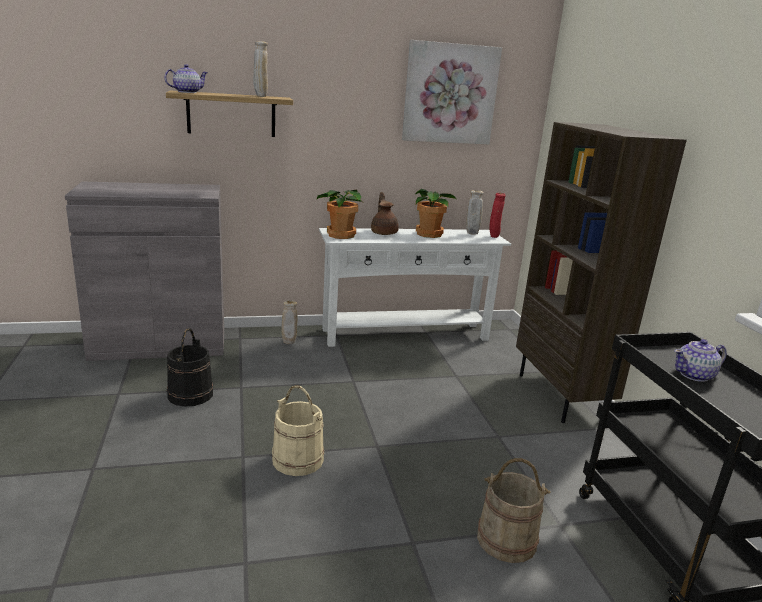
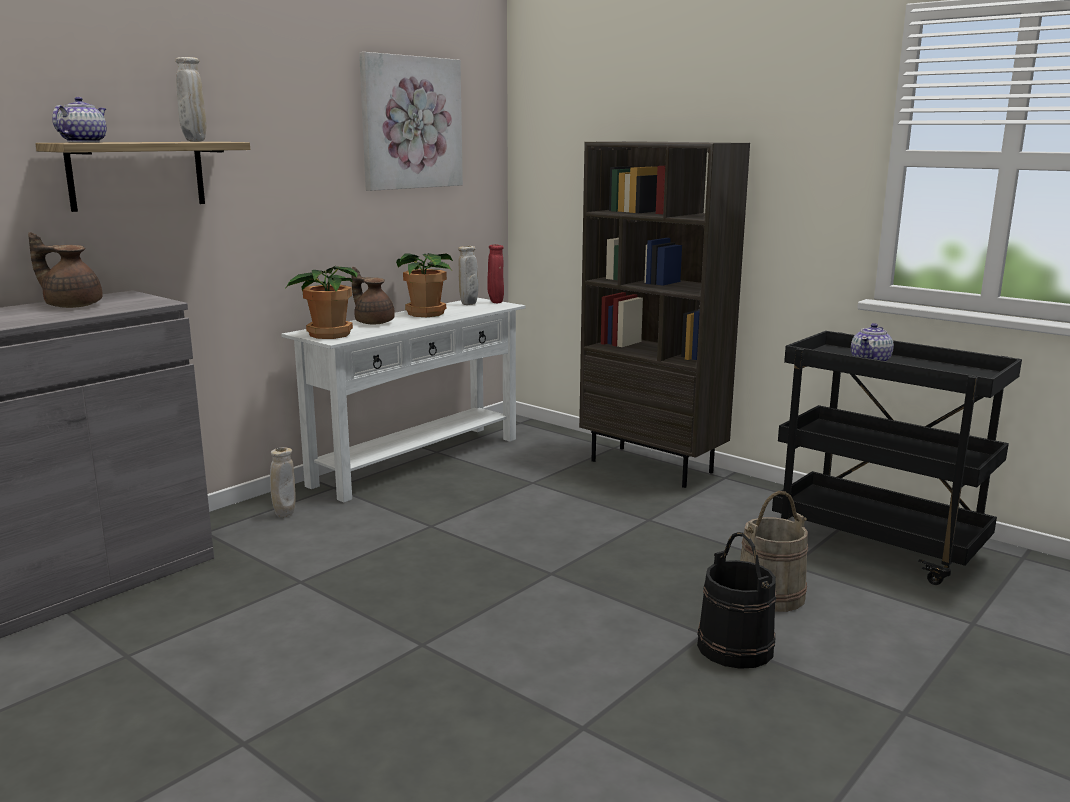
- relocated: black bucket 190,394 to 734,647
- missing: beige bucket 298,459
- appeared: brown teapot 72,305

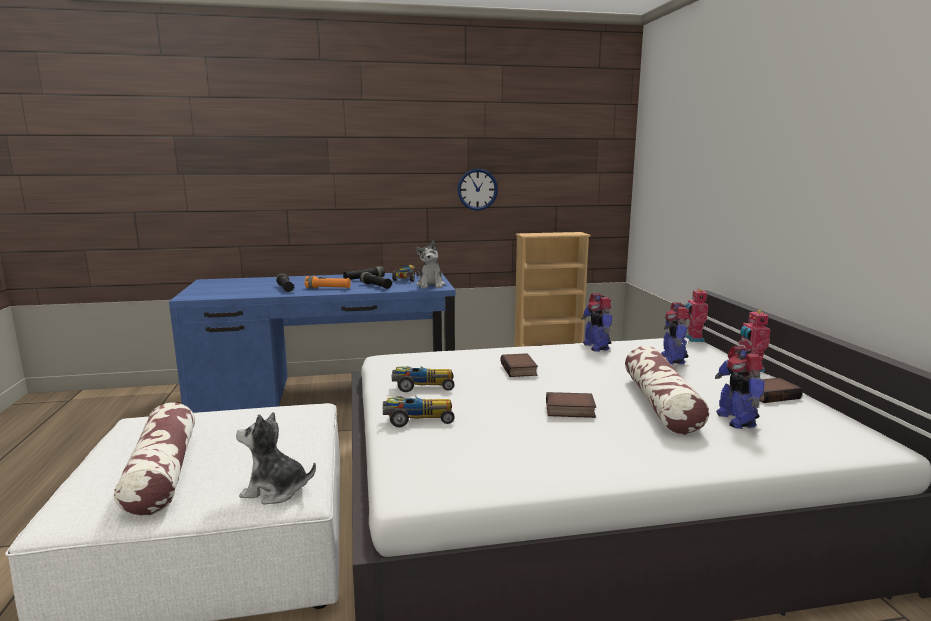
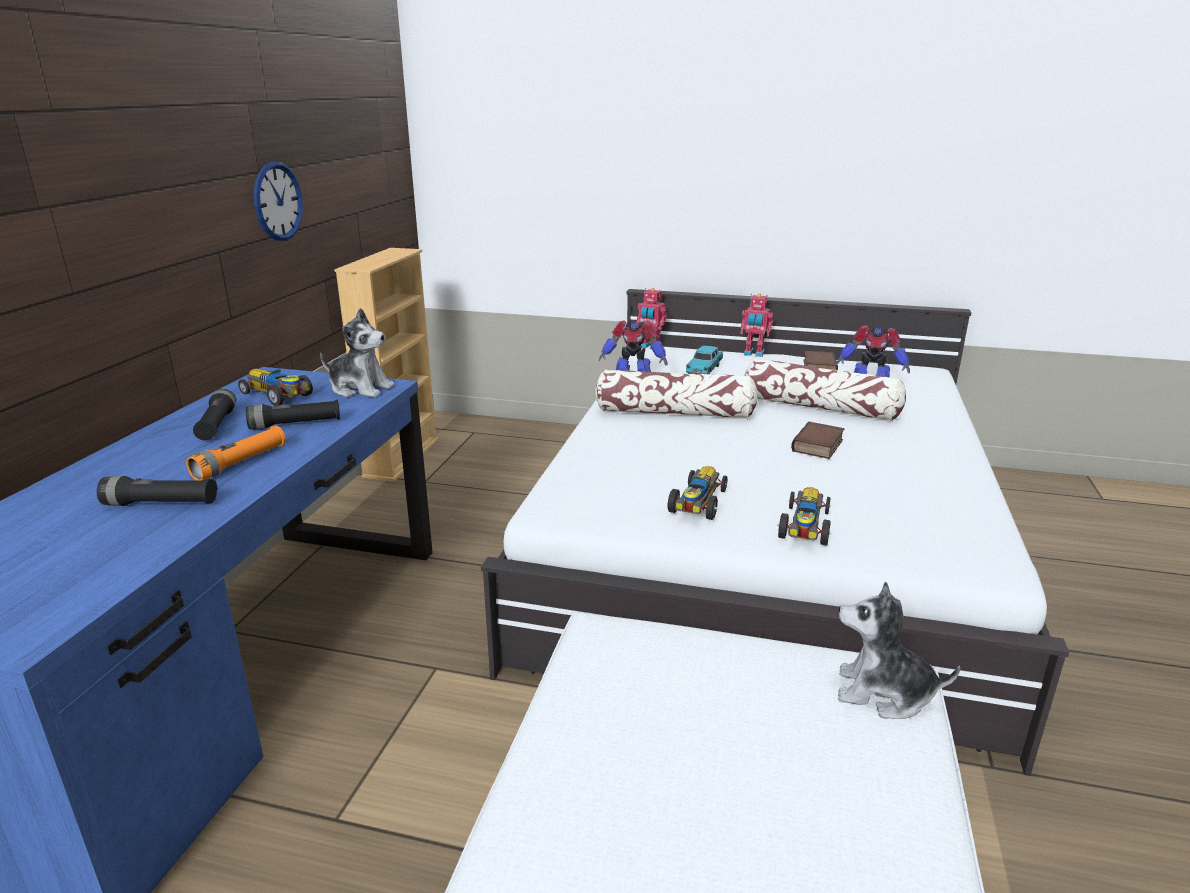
- relocated: pillow 162,473 to 675,413
- spun: plush toy 275,490 = 883,693 75 degrees clockwise
- missing: book 520,369
- exchanged: toy robot 673,359 to turquoise toy car 704,370

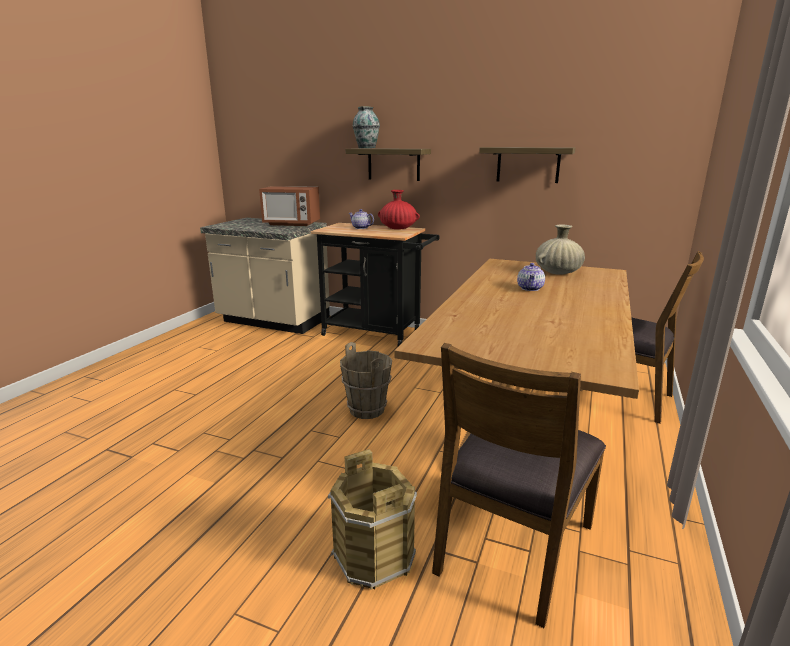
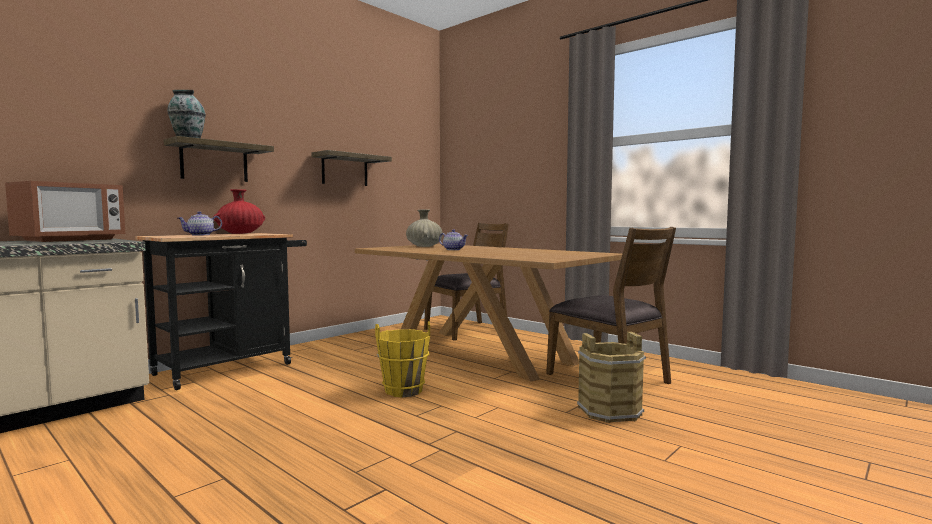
- colour: brown bucket 367,410 to yellow bucket 403,390

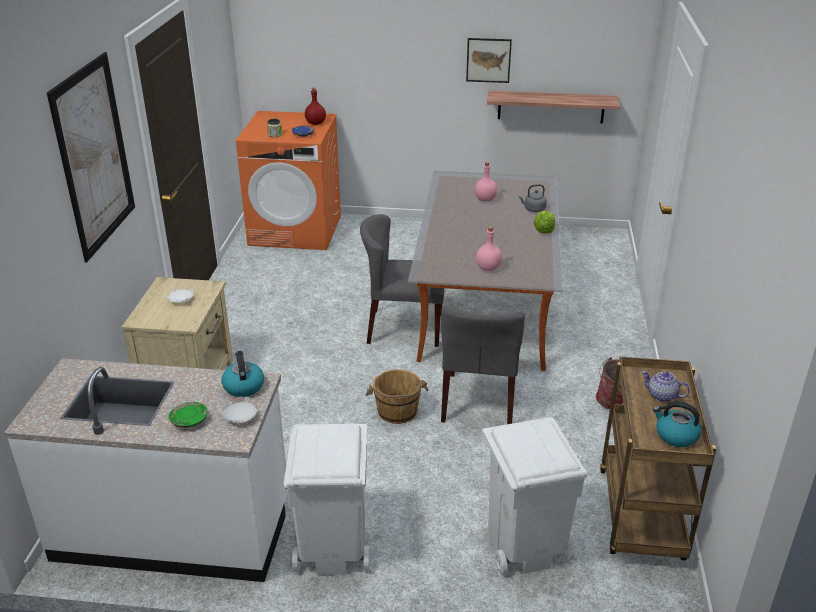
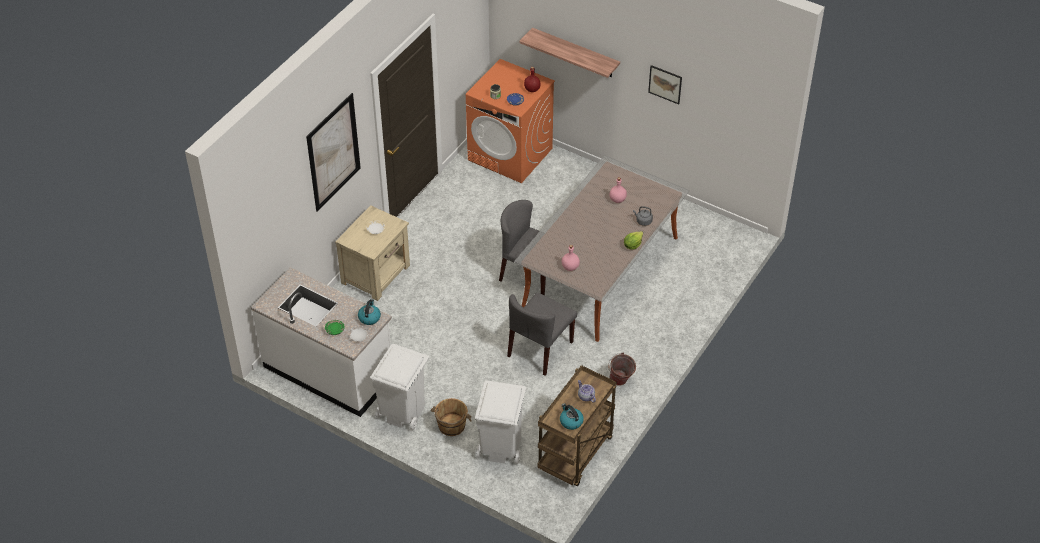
- relocated: brown bucket 397,412 to 451,426
- relocated: shelf 551,107 to 575,53

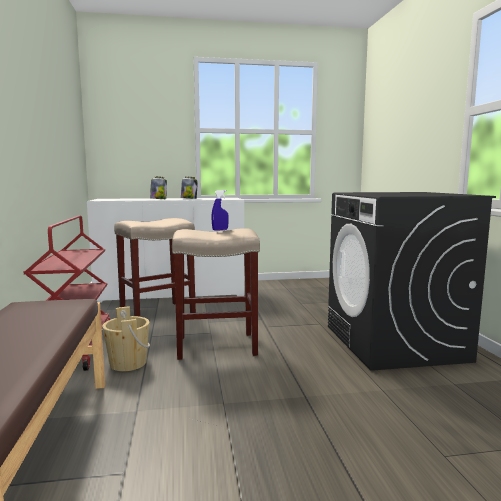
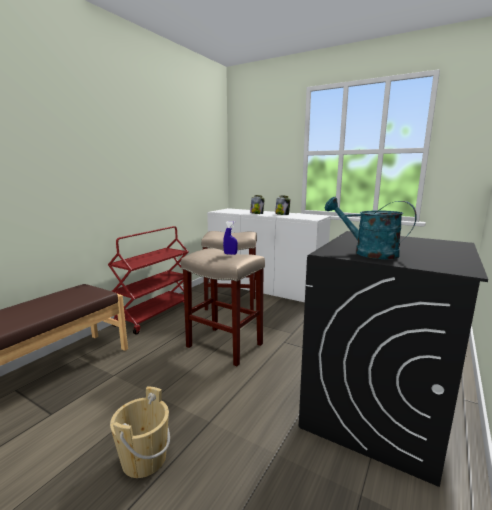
- relocated: beige bucket 128,363 to 144,458
- appeared: turquoise watering can 367,252

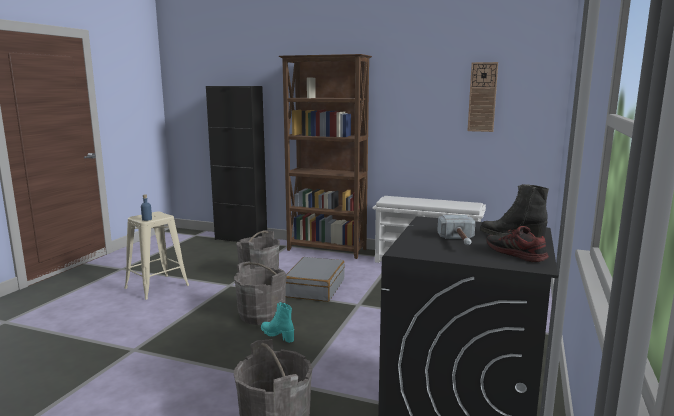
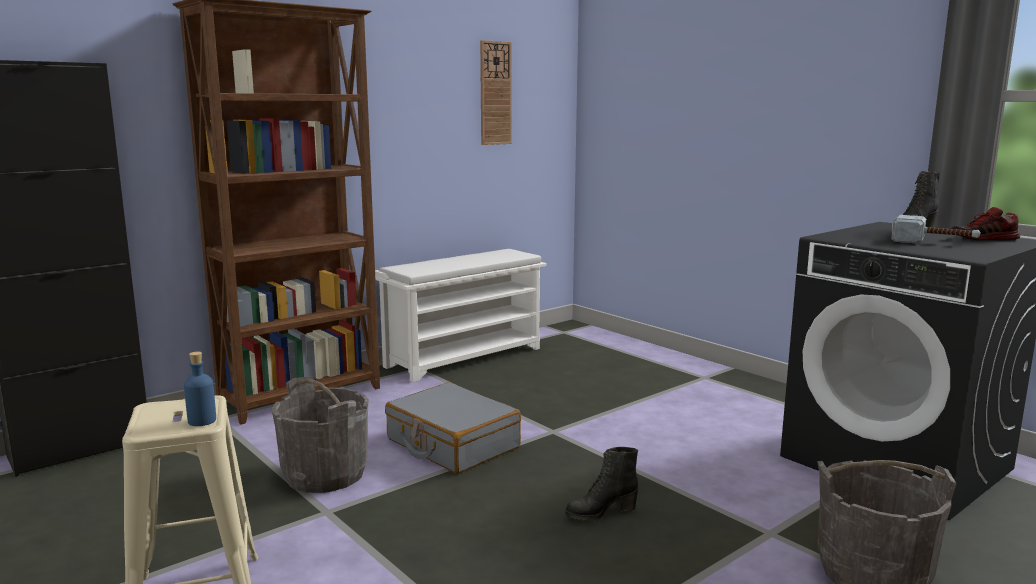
- missing: grey bucket 261,315
- colour: turquoise boot 277,335 to black boot 600,513

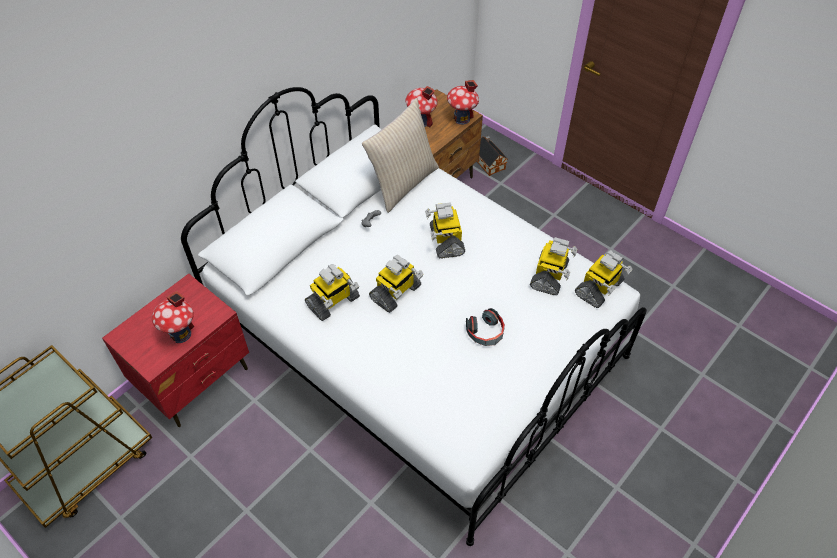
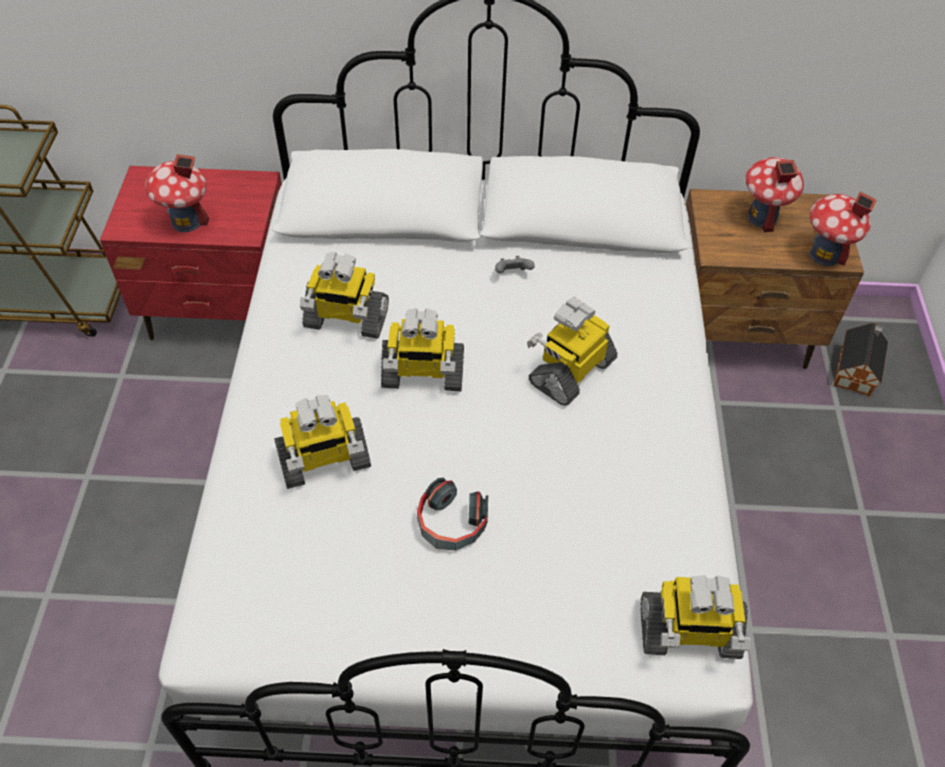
- missing: beige pillow 402,183
- relocated: toy robot 550,276 to 323,461

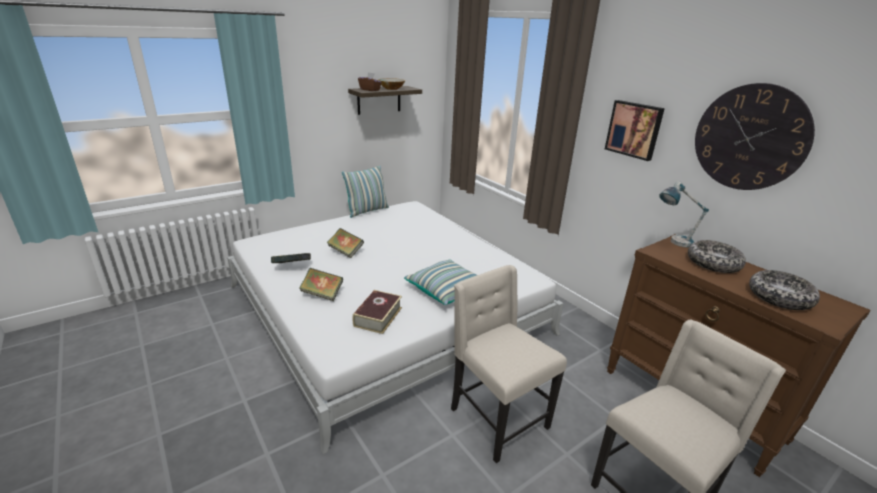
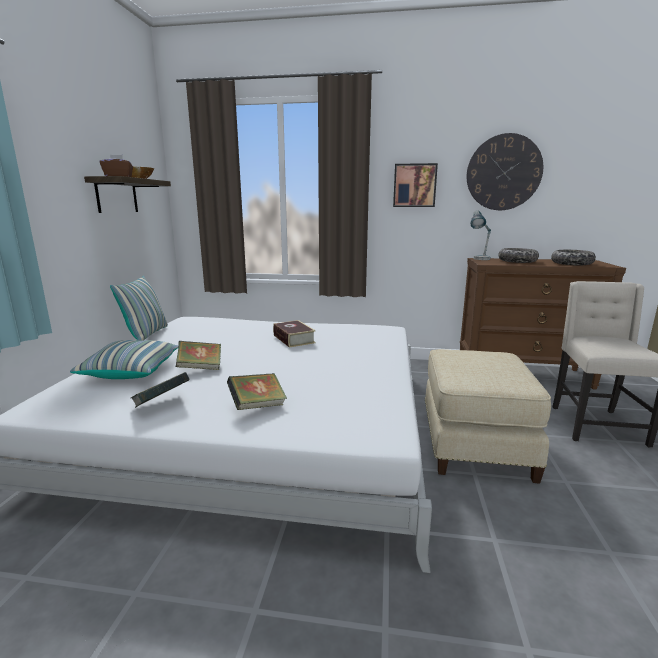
- relocated: book 378,316 to 293,339
- relocated: pillow 446,290 to 132,371
- exchanged: beige chair 496,418 to beige ottoman 473,443

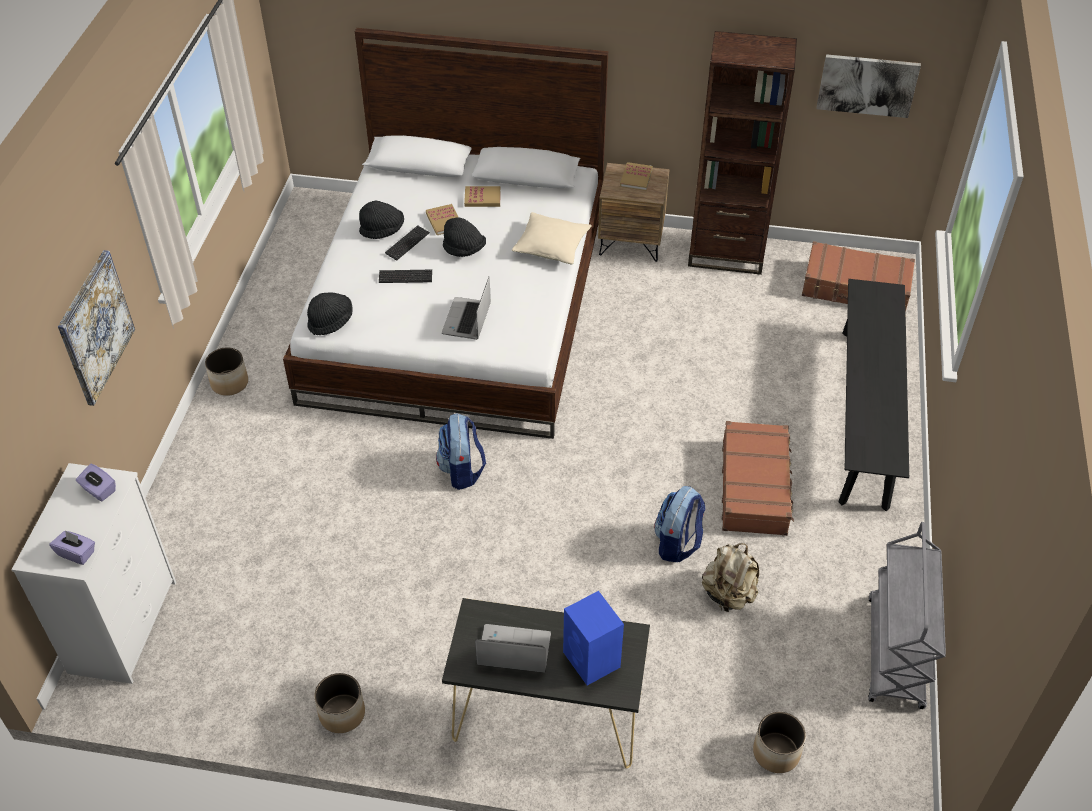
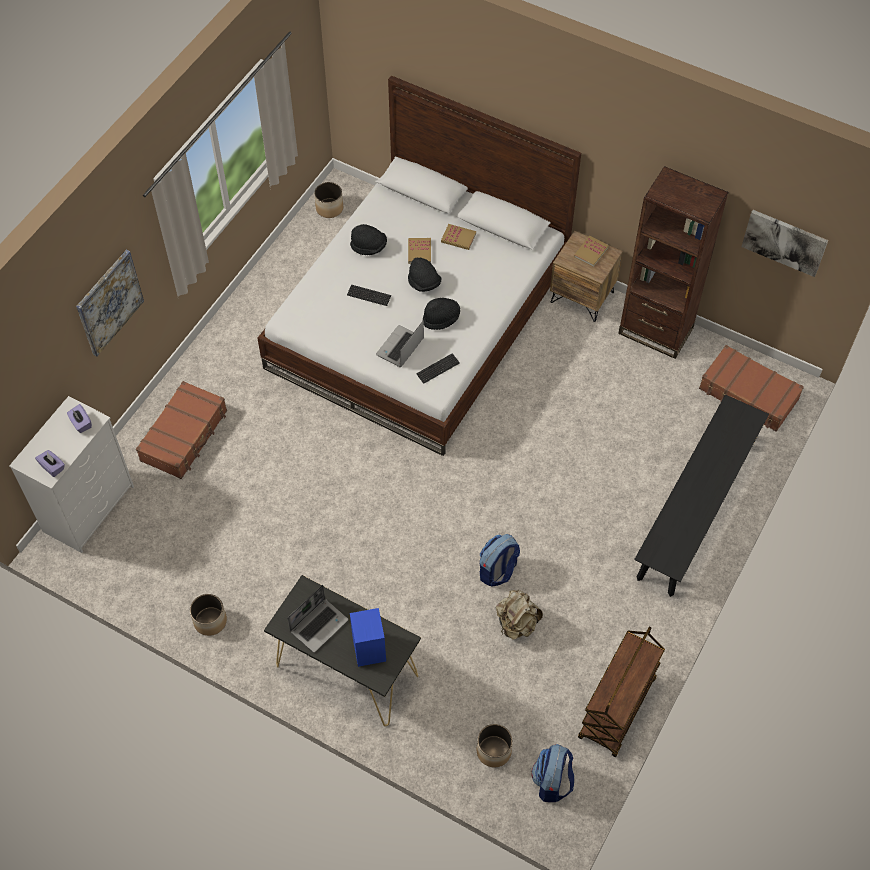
- relocated: planter 230,383 to 329,208
- relocated: black hat 331,321 to 441,319
- relocated: keyboard 407,244 to 438,369
- relocated: backpack 462,471 to 552,782
- spun: laptop 513,651 = 319,625 105 degrees clockwise
- missing: beige pillow 551,246
- relocated: brown suitcase 755,486 to 185,436
- colour: grey cart 895,653 to brown cart 617,709

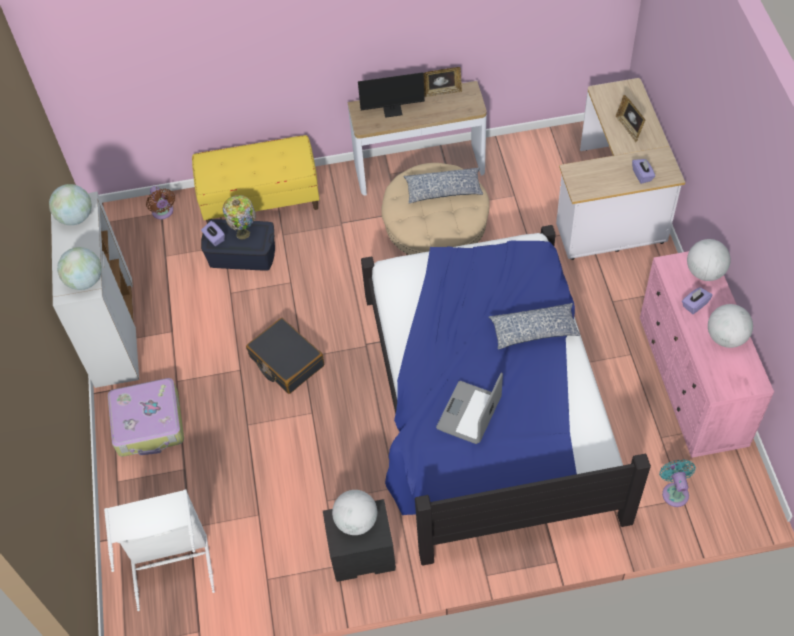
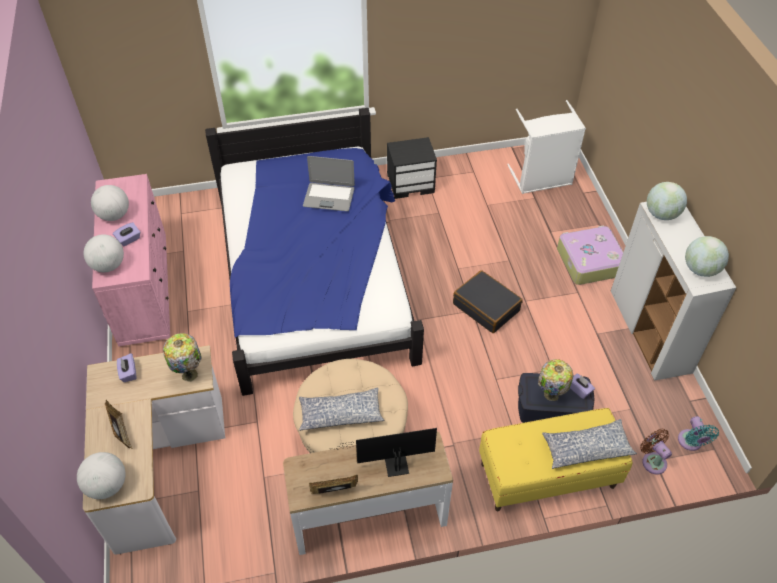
- relocated: globe 356,521 to 107,486
- spun: laptop 469,413 = 329,197 75 degrees clockwise
- relocated: pillow 534,331 to 586,448
- relocated: turquoise fan 674,492 to 690,442
- appeared: table lamp 189,373

